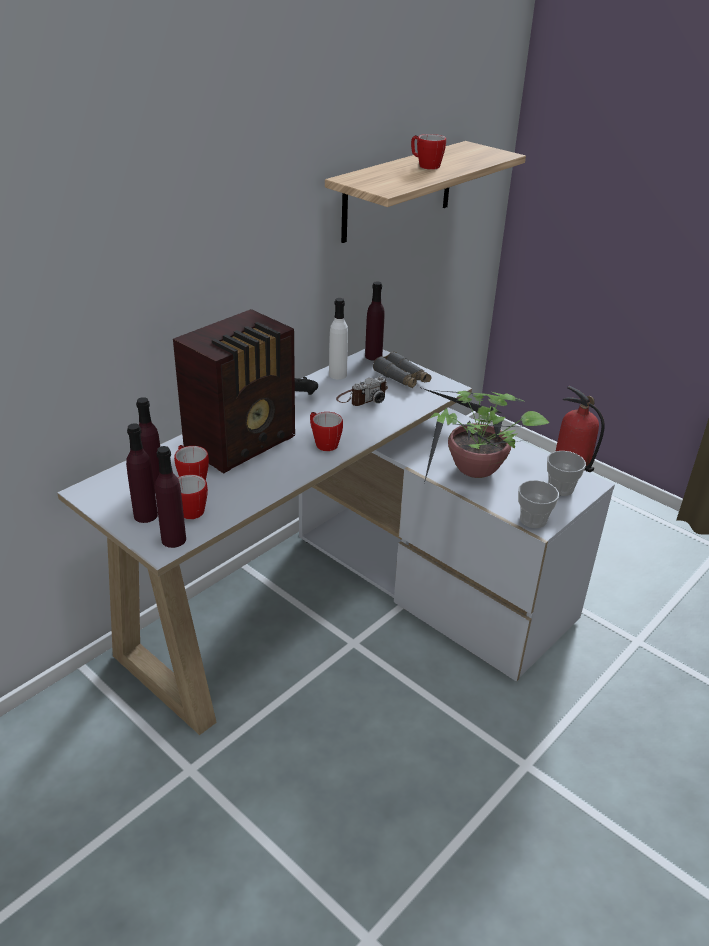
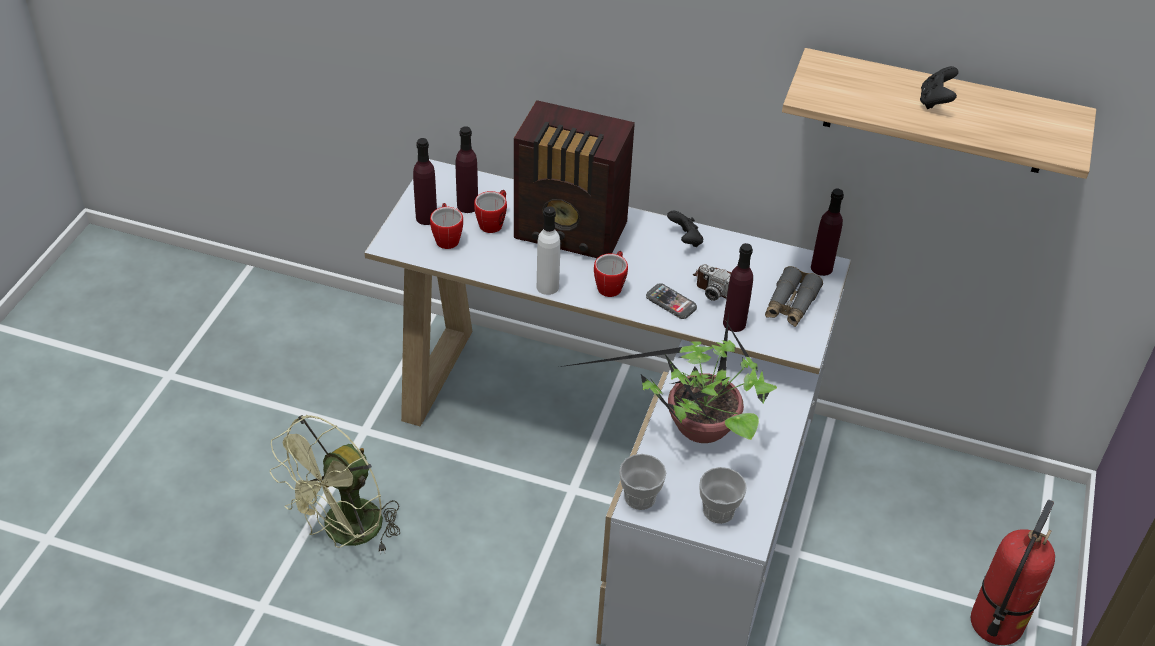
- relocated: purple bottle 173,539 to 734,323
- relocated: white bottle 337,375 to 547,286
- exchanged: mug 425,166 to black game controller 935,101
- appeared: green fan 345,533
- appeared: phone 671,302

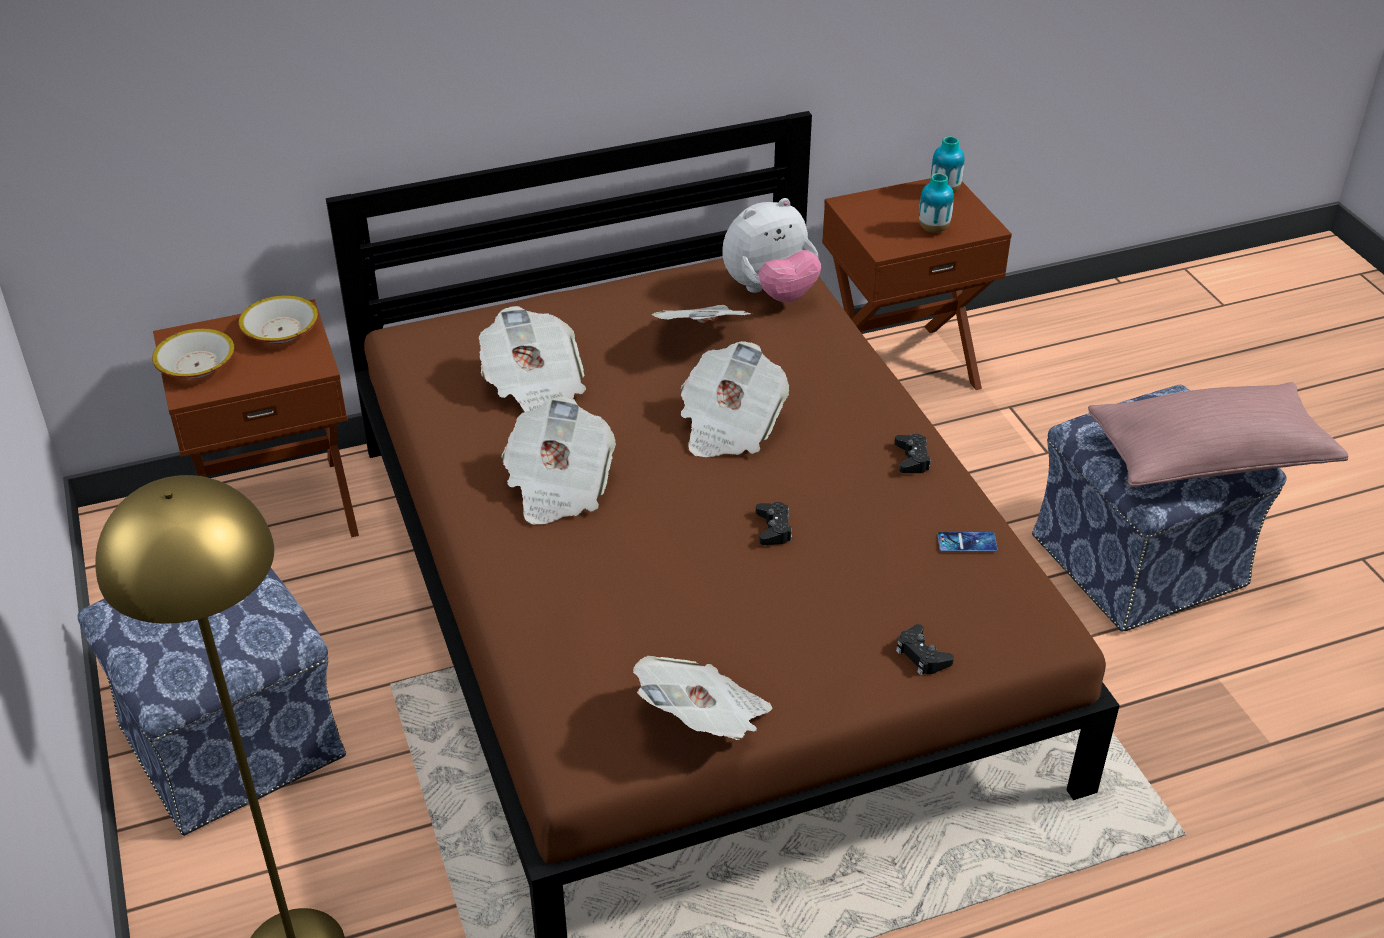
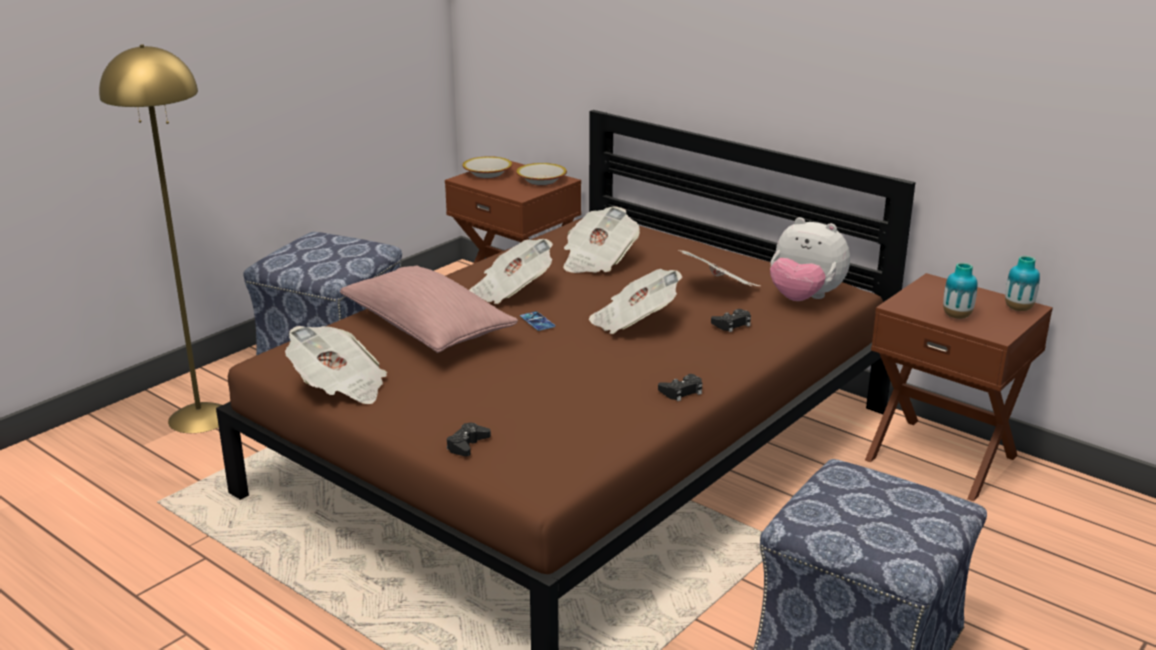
- relocated: black game controller 773,528 to 732,324
- relocated: phone 967,542 to 537,321
- relocated: pink pillow 1208,458 to 428,330

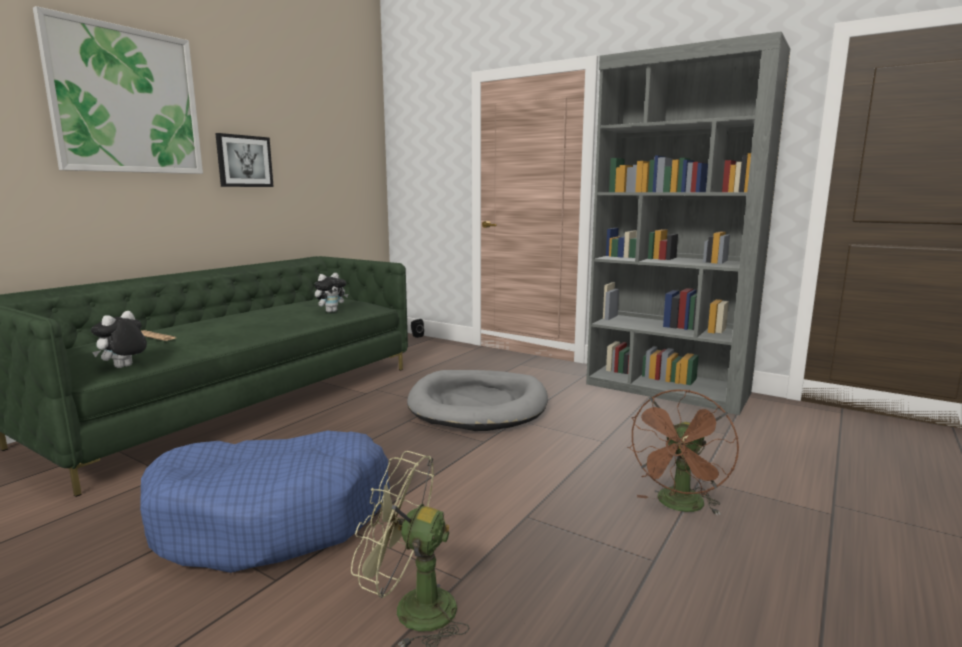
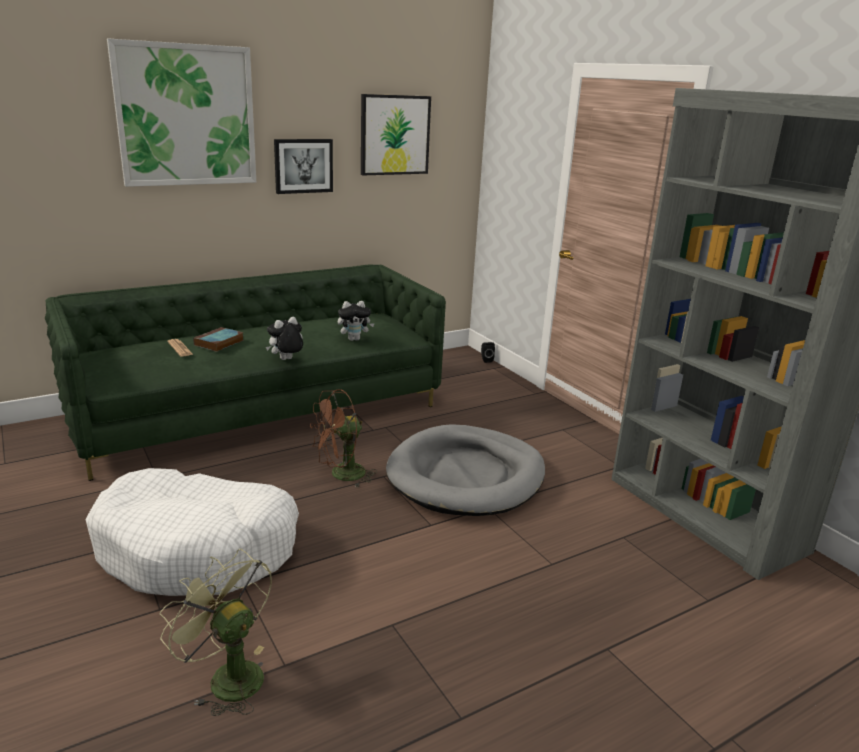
- relocated: plush toy 124,367 to 286,360
- colour: blue dog bed 273,518 to white dog bed 198,549
- relocated: brown fan 679,506 to 341,475
- appeared: book 218,343
- appeared: picture 394,135

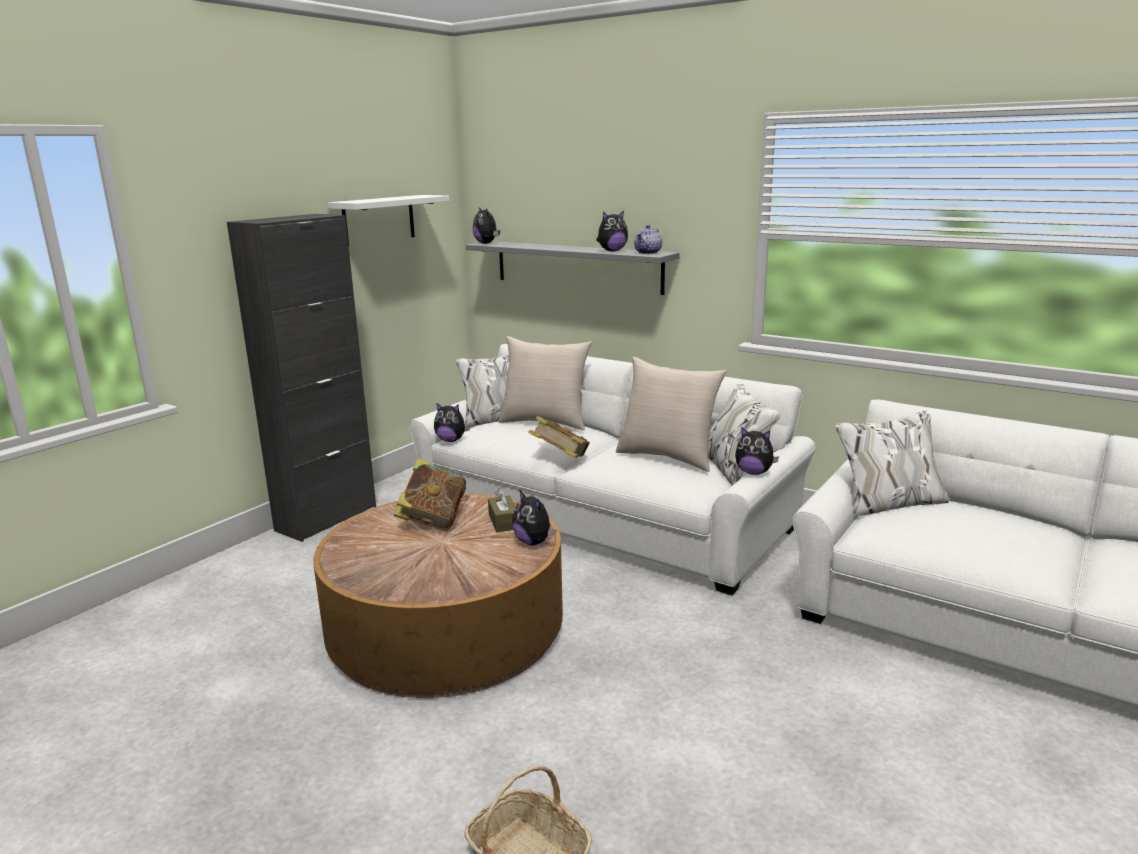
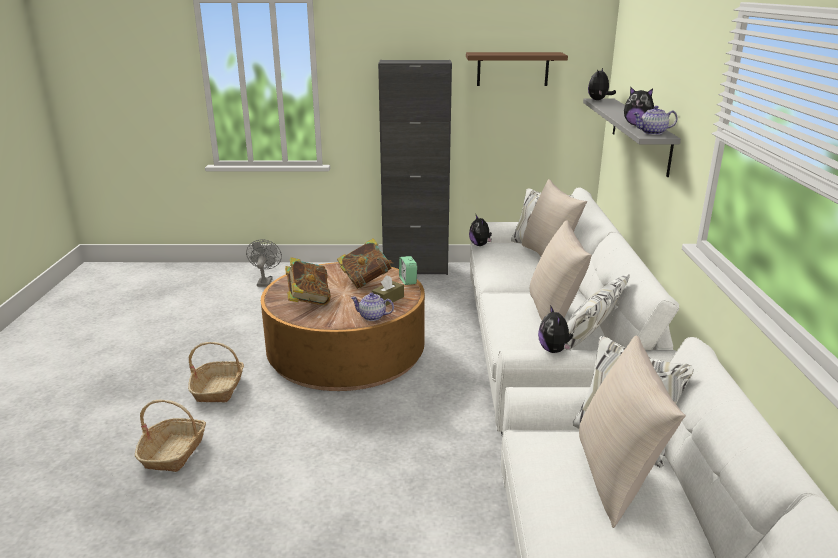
- colour: white shelf 379,220 to brown shelf 512,69
- exchanged: plush toy 534,542 to teapot 372,317
- relocated: book 560,459 to 308,300
- appeared: basket 219,388
- appeared: grey fan 265,281
- appeared: alarm clock 408,281
- appeared: beige pillow 616,477

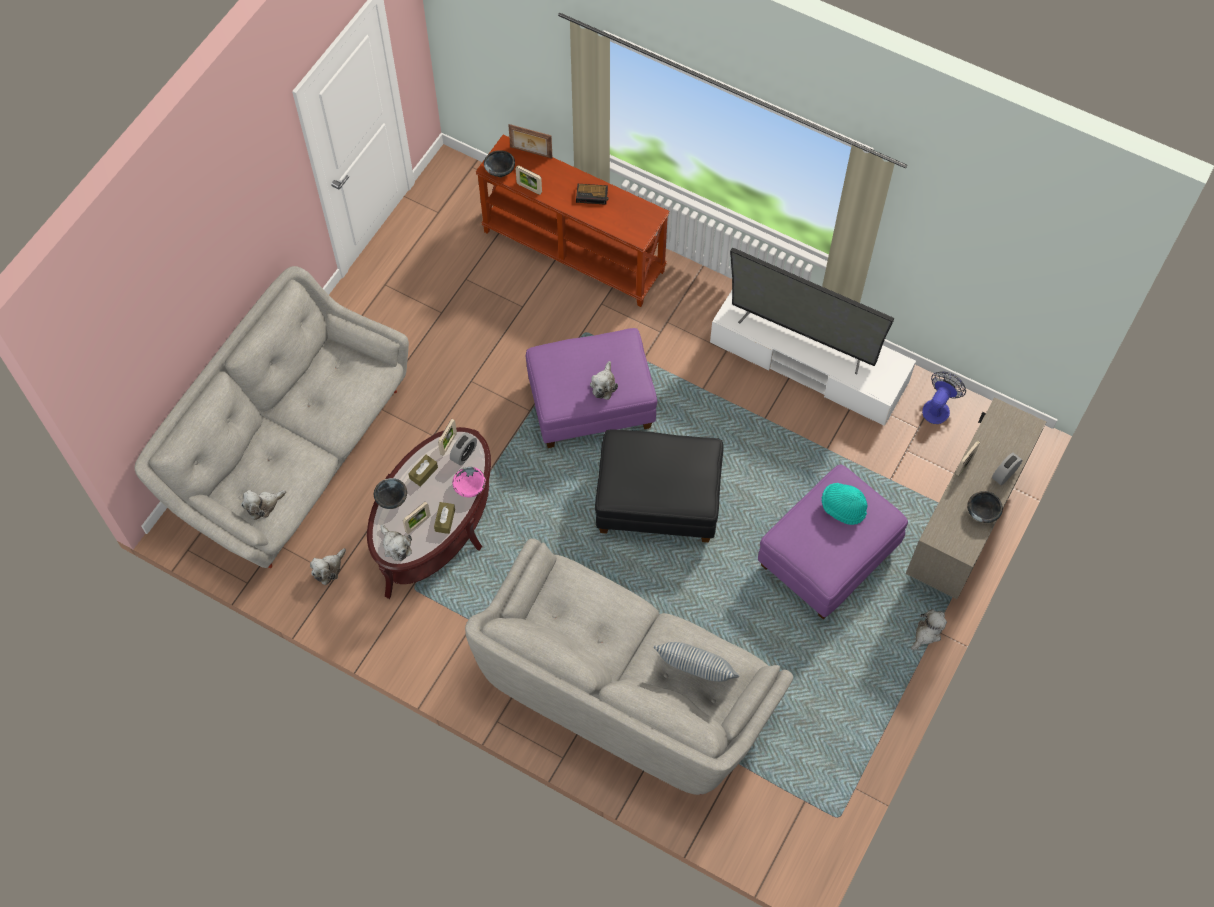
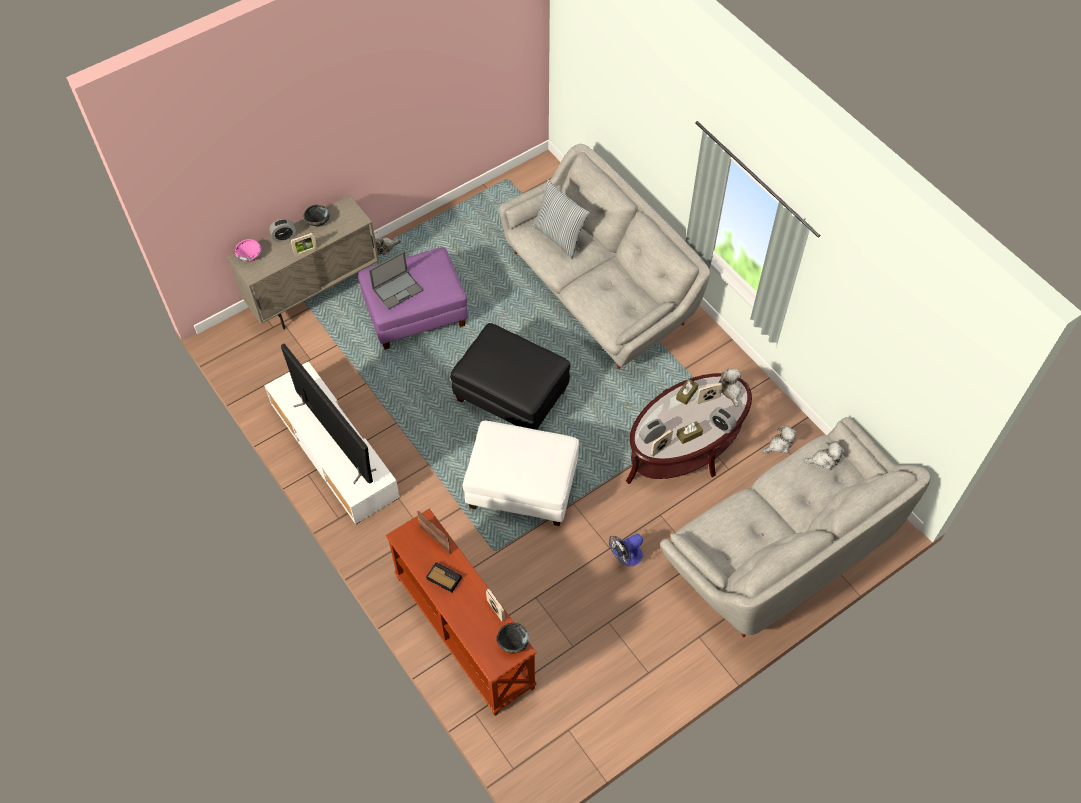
- exchanged: black bowl 391,499 to alarm clock 721,425
- relocated: pink bowl 469,487 to 250,256
- relocated: picture frame 531,153 to 435,539
- colour: purple ottoman 592,404 to white ottoman 521,487
- missing: plush toy 604,385
- exchanged: turquoise hat 843,507 to laptop 398,289
- relocated: fan 938,407 to 626,557

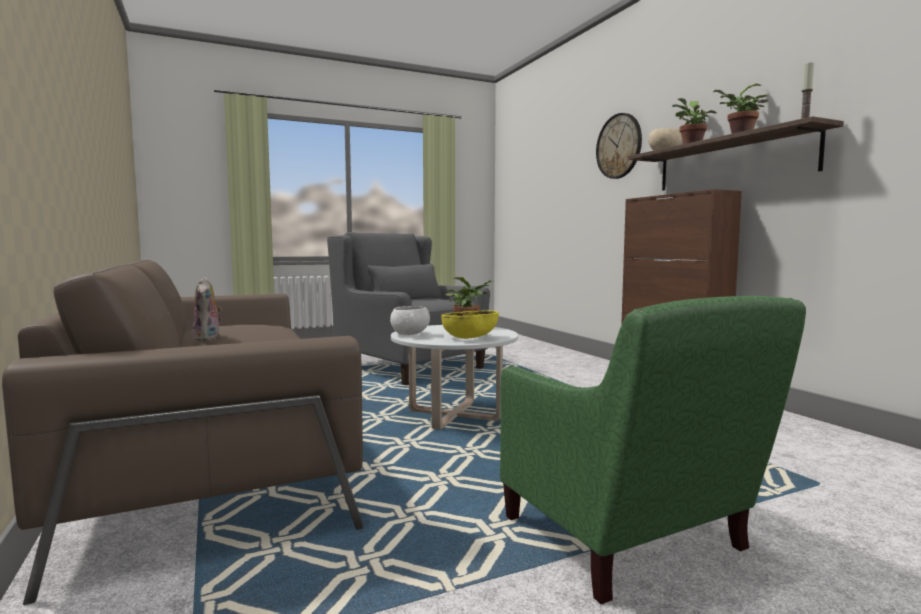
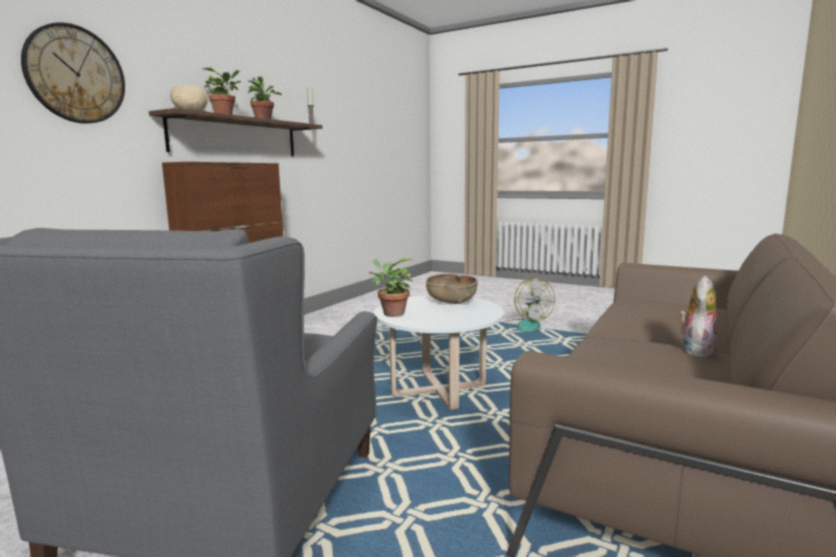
- missing: white bowl 410,334
- colour: yellow bowl 470,338 to brown bowl 452,302
- exchanged: green armchair 629,541 to fan 525,325

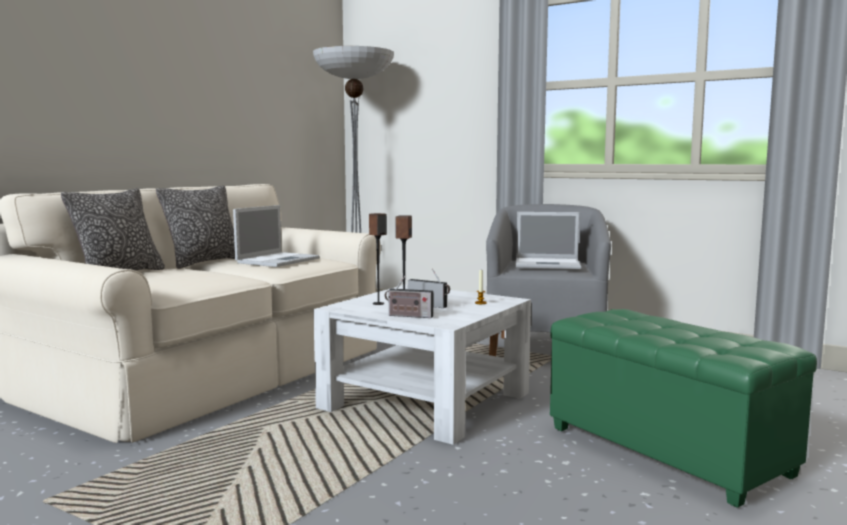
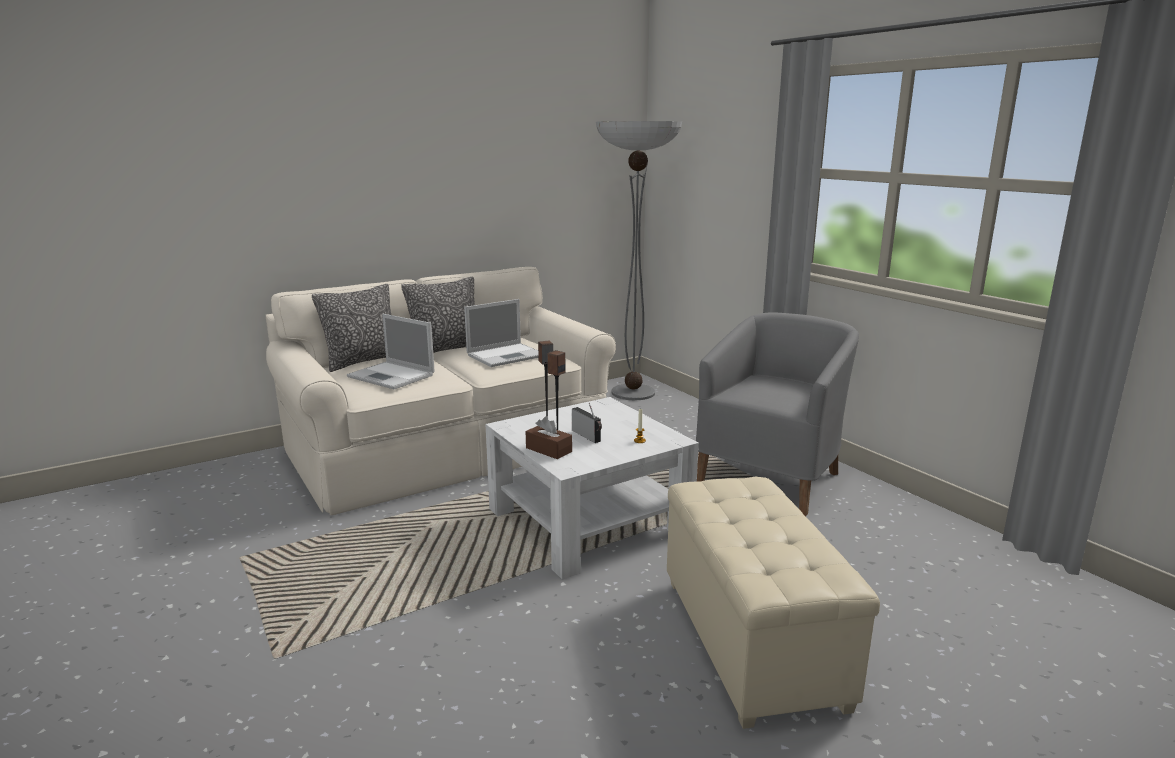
- exchanged: radio 408,316 to brown tissue box 548,450
- relocated: laptop 548,264 to 392,376
- colour: green ottoman 667,451 to beige ottoman 752,642

